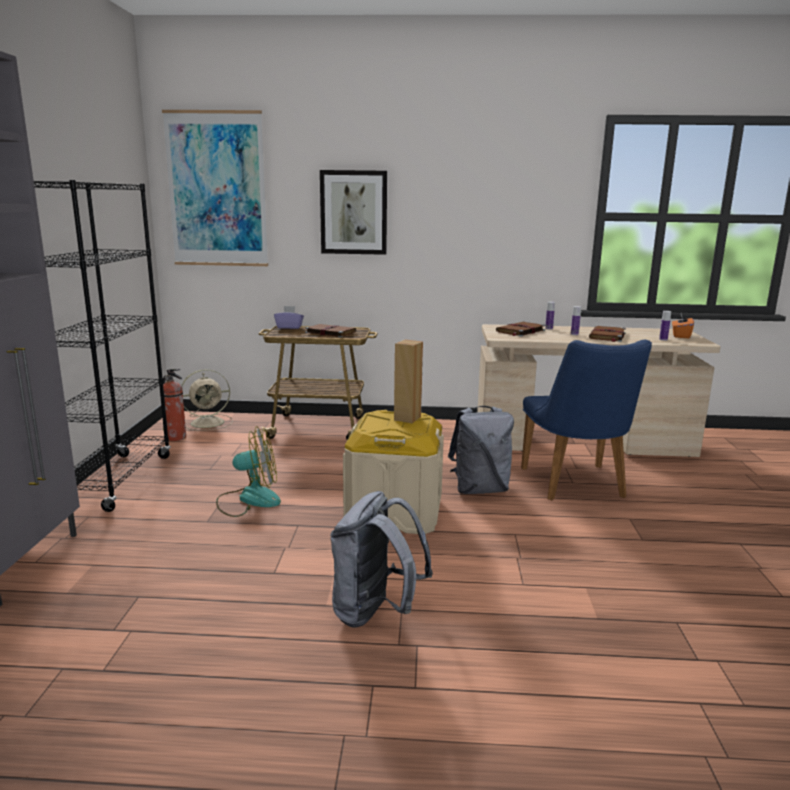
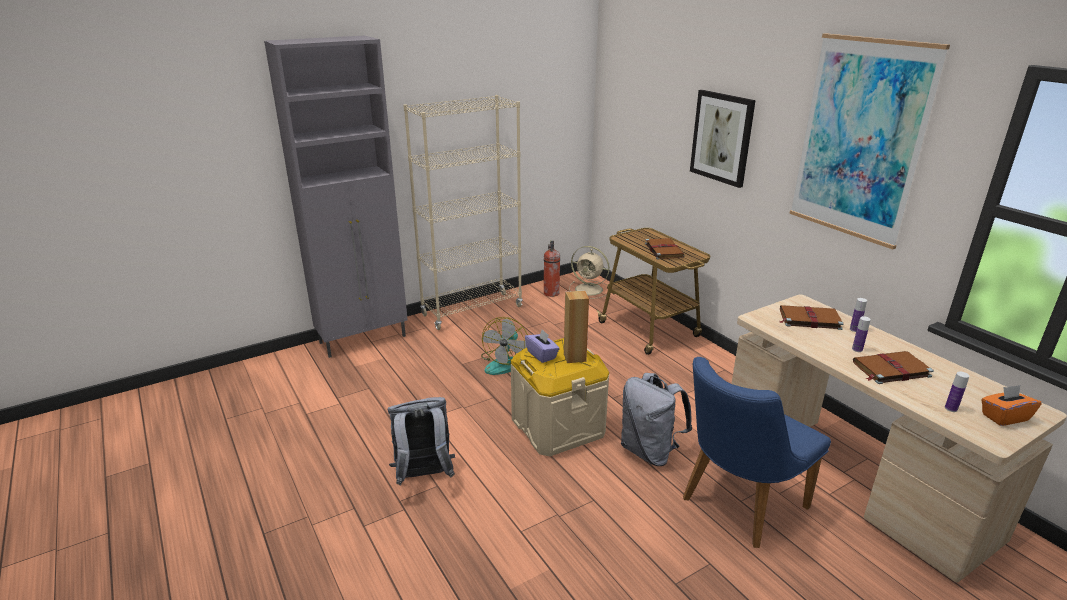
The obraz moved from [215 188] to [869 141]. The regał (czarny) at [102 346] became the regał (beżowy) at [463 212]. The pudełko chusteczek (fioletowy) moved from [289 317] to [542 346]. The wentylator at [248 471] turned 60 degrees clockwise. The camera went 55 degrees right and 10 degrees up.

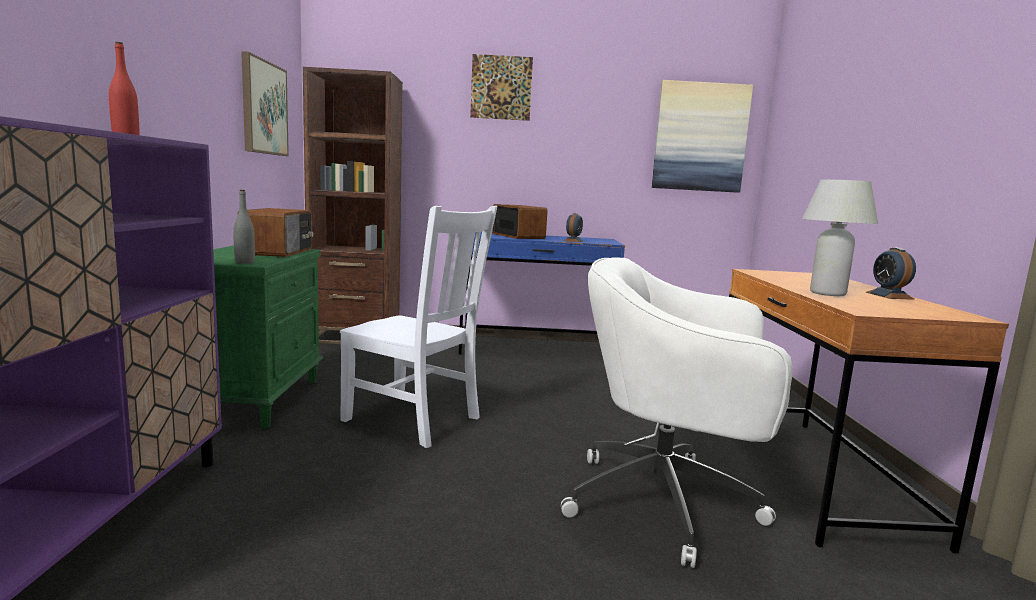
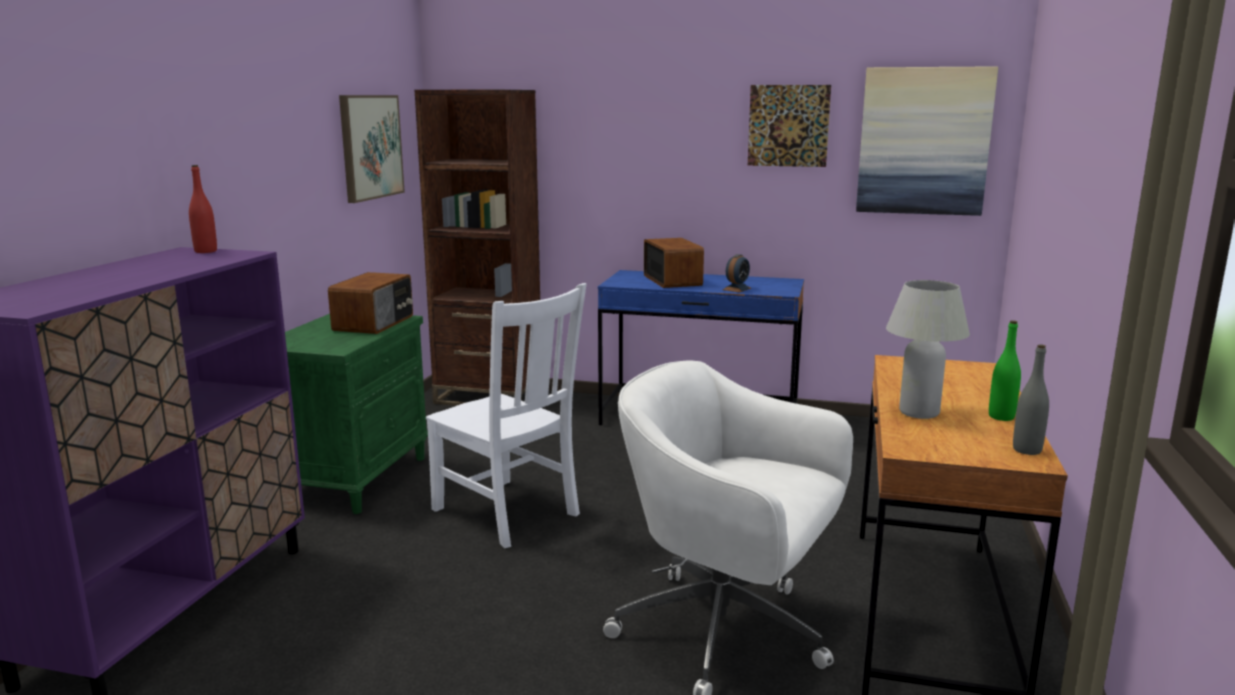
The obraz moved from [501 87] to [789 126]. The butelka (szary) moved from [244 227] to [1031 400]. The budzik at [890 273] was replaced by the butelka (zielony) at [1005 370]. The camera went 15 degrees right and 5 degrees up.

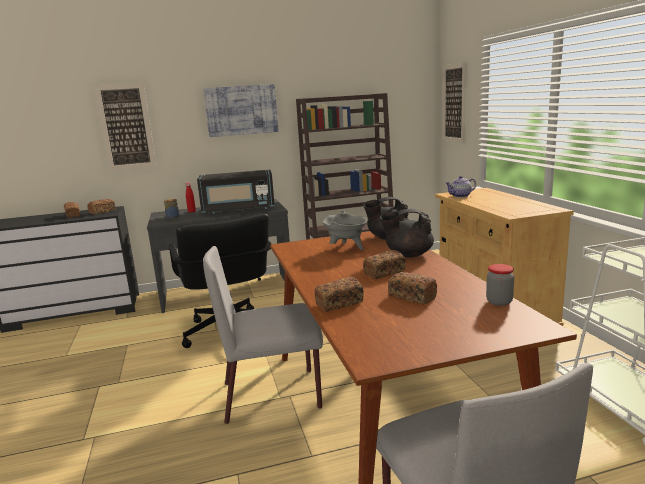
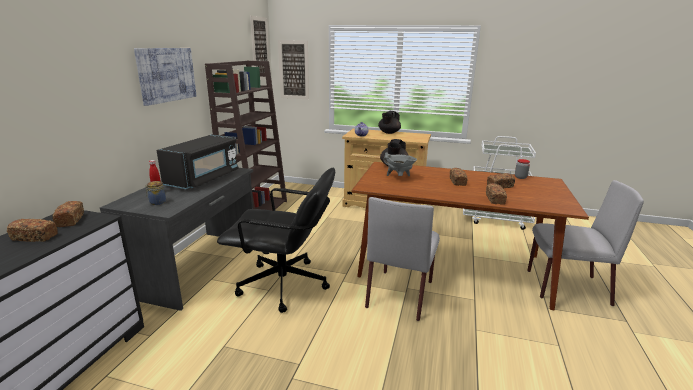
The obraz moved from [125 127] to [260 48]. The imbryk (czarny) moved from [407 233] to [389 122]. The camera went 60 degrees left and 5 degrees up.

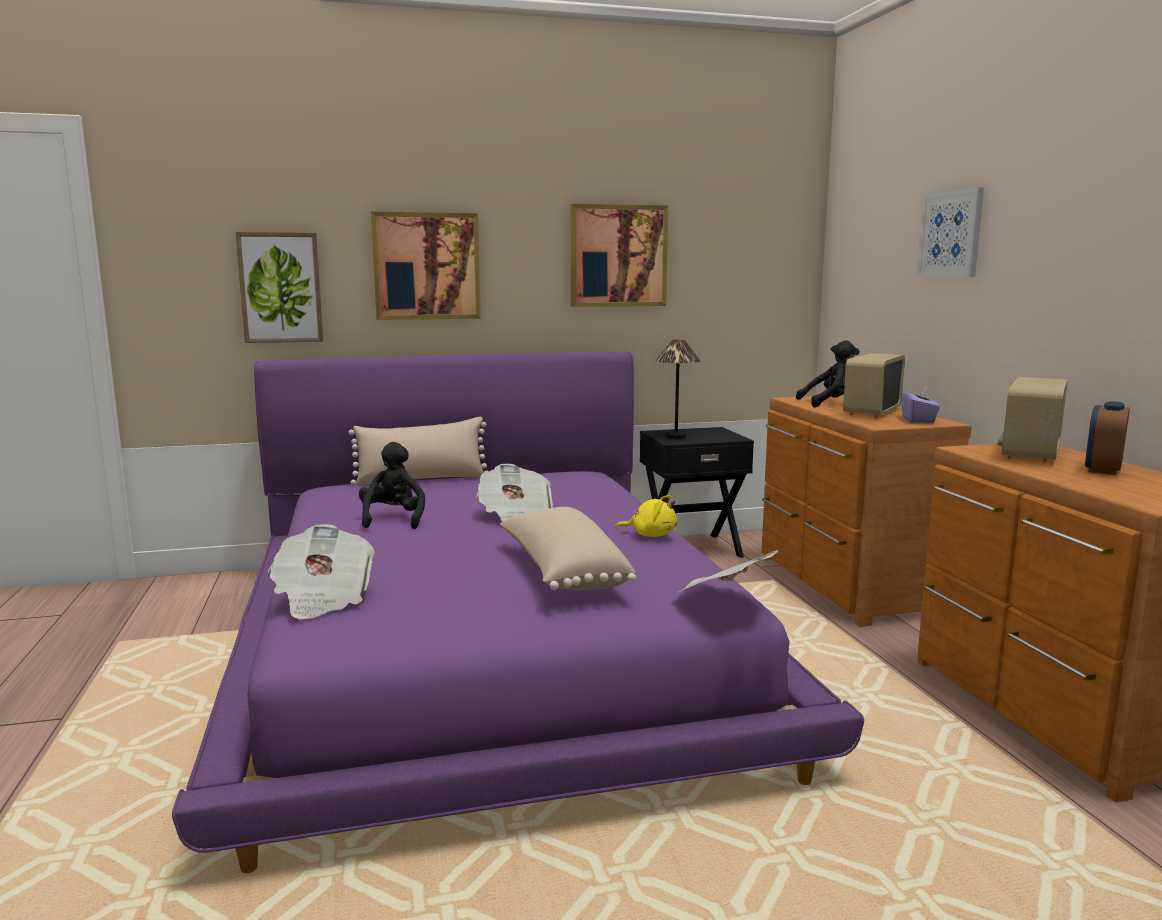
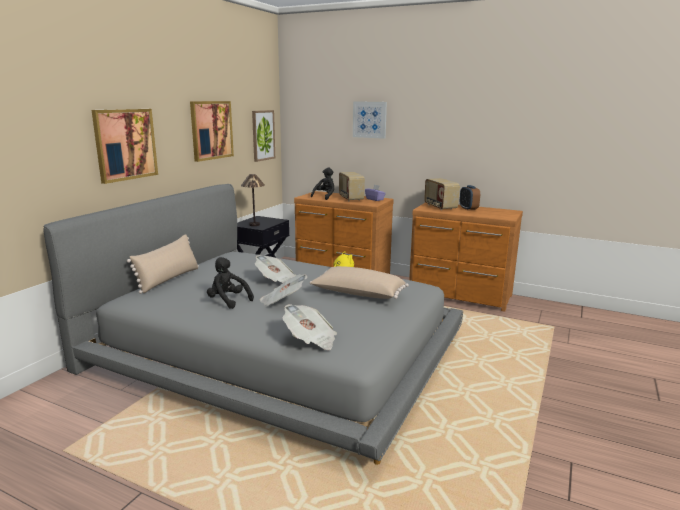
The obraz moved from [279 287] to [263 136]. The łóżko (fioletowy) at [518 612] became the łóżko (szary) at [253 324]. The gazeta moved from [728 571] to [283 290]. The camera went 50 degrees left and 5 degrees up.

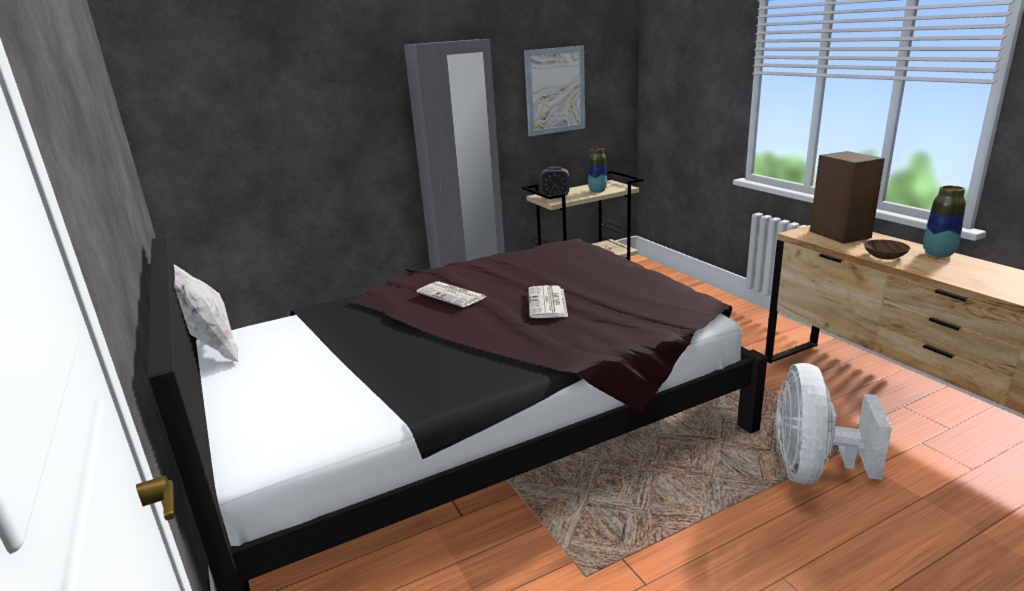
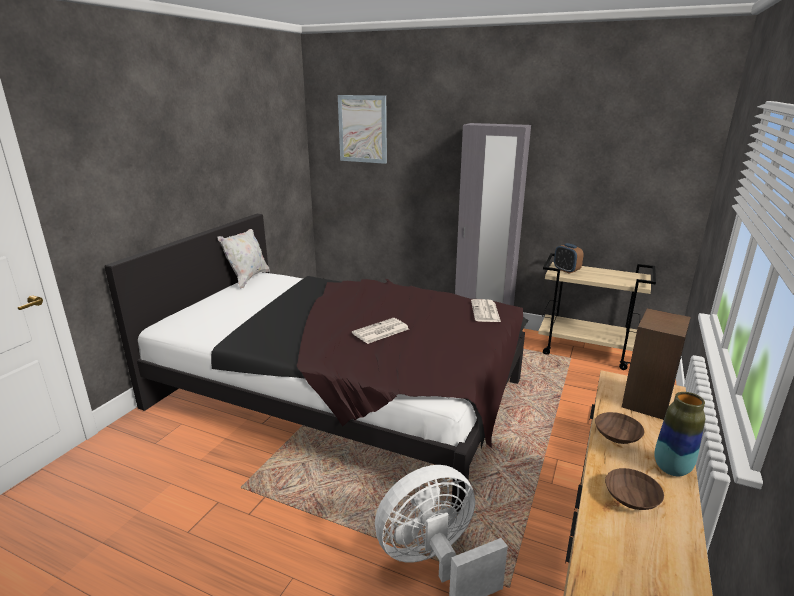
The obraz moved from [554 91] to [362 129]. The wazon at [597 170] disappeared. The gazeta moved from [451 294] to [486 310]. The miska (brązowy) at [634 489] appeared. The camera went 50 degrees right and 0 degrees up.

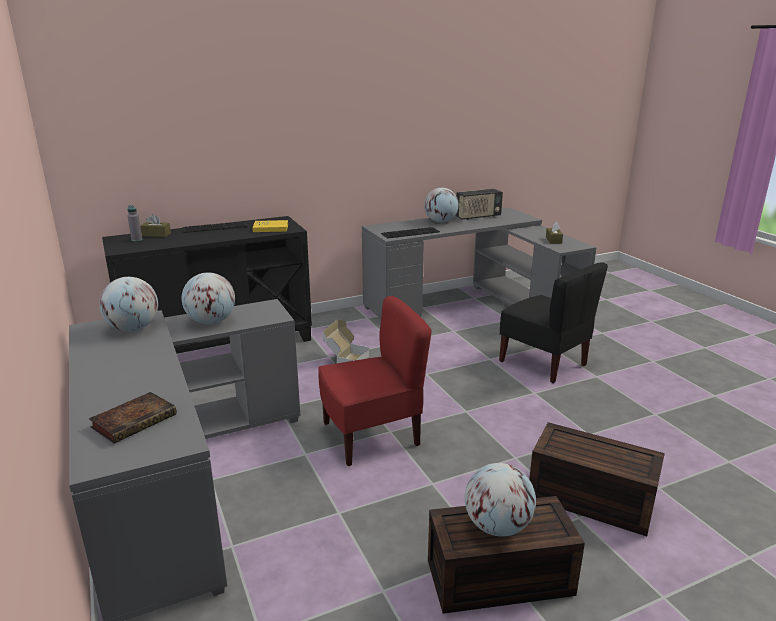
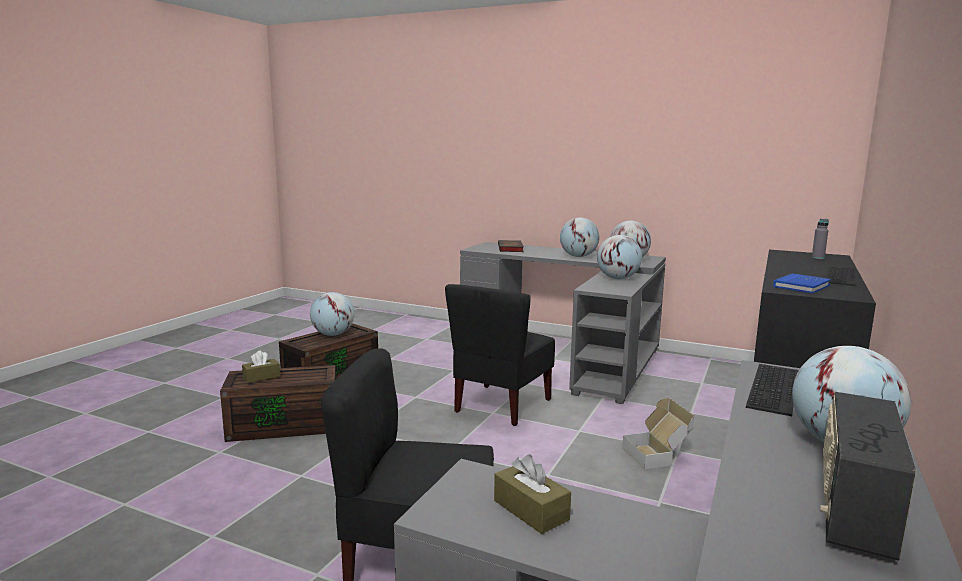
The pudełko chusteczek (brązowy) moved from [155 225] to [261 366]. The książka (żółty) at [270 226] became the książka (niebieski) at [802 283]. The krzesło (czerwony) at [375 381] became the krzesło (czarny) at [500 355]. The globus at [580 237] appeared. The camera went 140 degrees right and 10 degrees down.

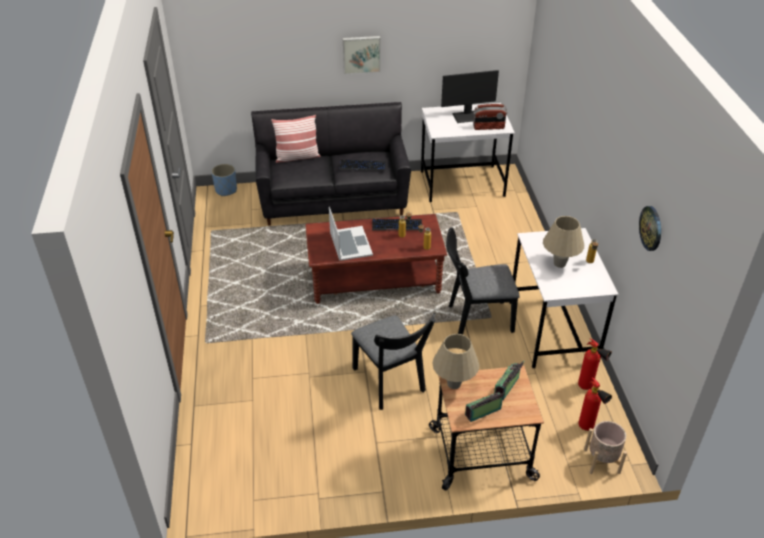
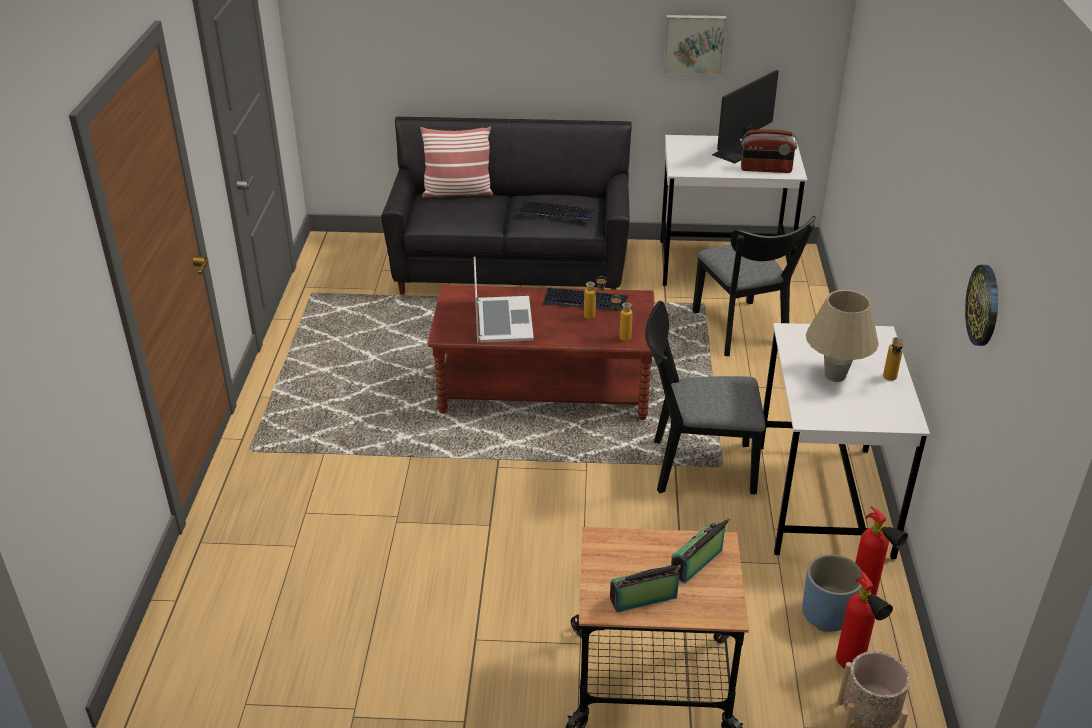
The obraz moved from [361 55] to [695 45]. The monitor at [470 96] turned 135 degrees clockwise. The donica (niebieski) moved from [224 180] to [832 593]. The krzesło (czarny) moved from [393 361] to [754 286]. The lampa stołowa (beżowy) at [455 361] disappeared. The camera went 10 degrees right and 5 degrees down.

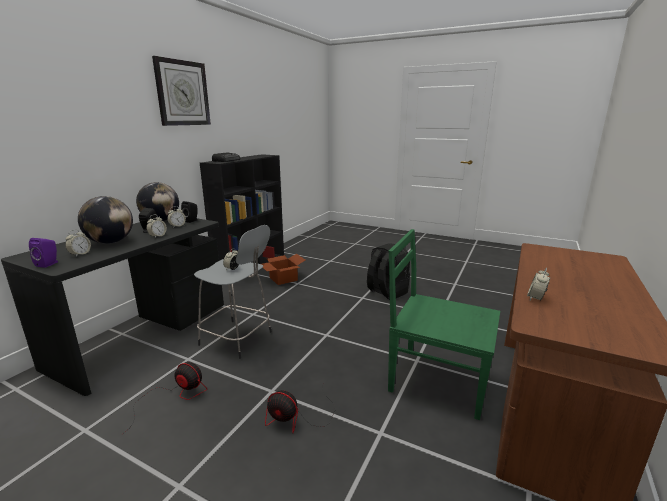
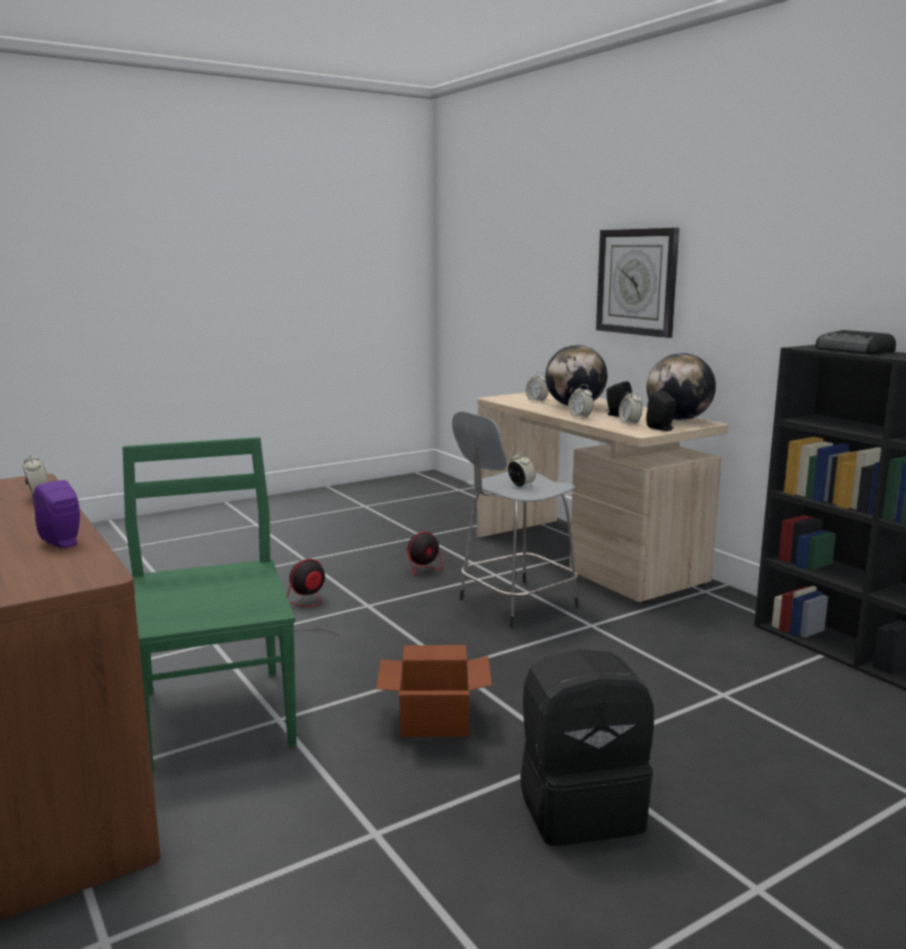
The zegar ścienny moved from [181 91] to [637 283]. The biurko (czarny) at [112 307] became the biurko (beżowy) at [602 497]. The krzesło (zielony) at [444 324] turned 75 degrees counterclockwise. The głośnik (fioletowy) moved from [43 253] to [57 514]. The karton moved from [283 269] to [434 691]. The camera went 120 degrees right and 5 degrees down.

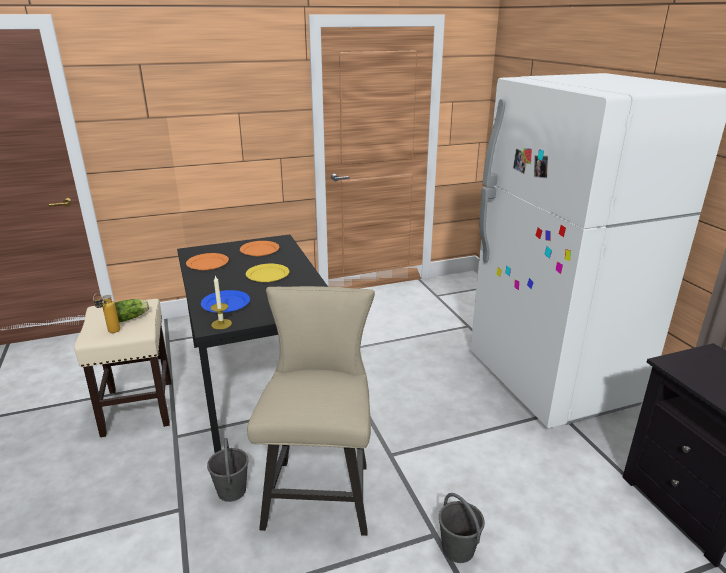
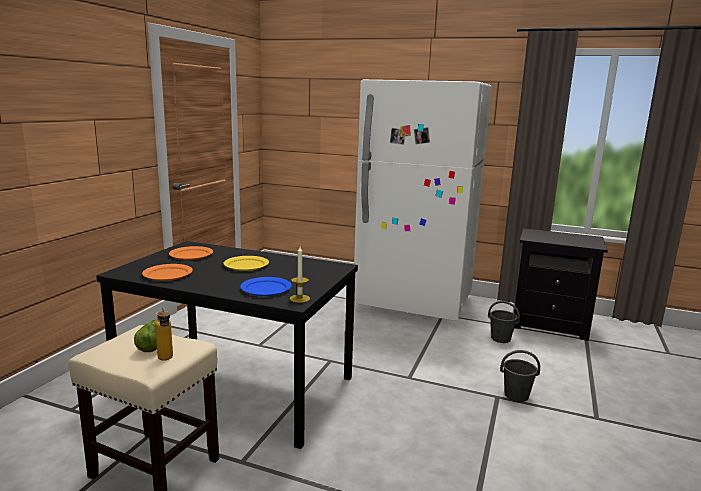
The krzesło (beżowy) at [311 411] disappeared. The wiadro (szary) moved from [228 470] to [504 322]. The camera went 50 degrees left and 10 degrees down.

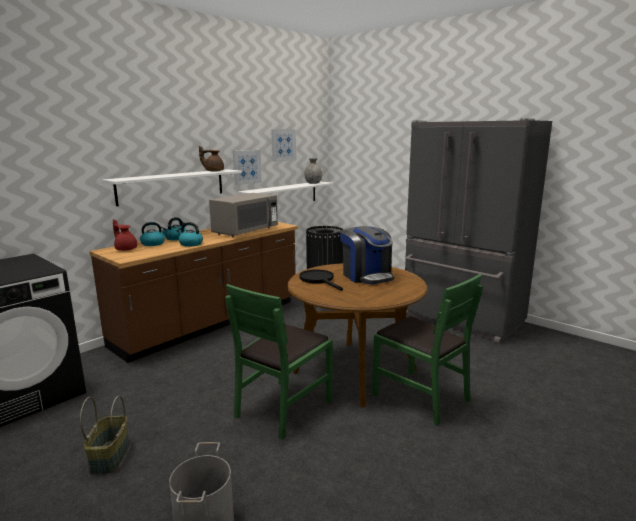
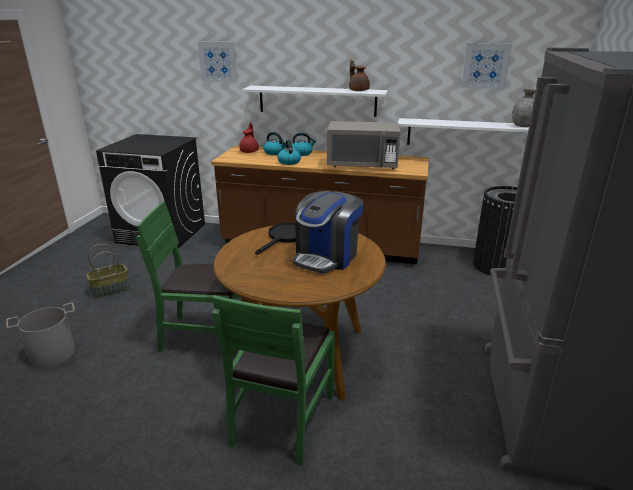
The obraz moved from [247 167] to [217 62]. The camera went 60 degrees right and 10 degrees up.

